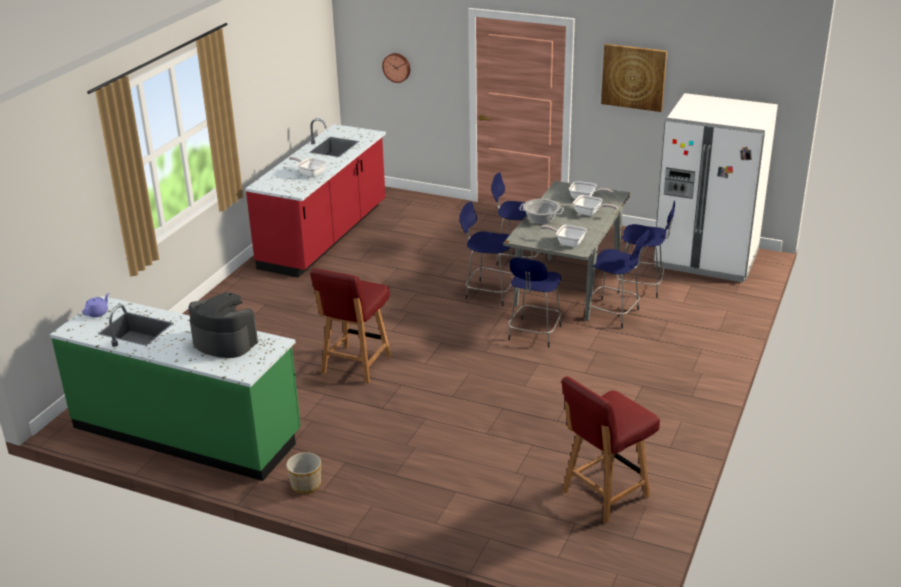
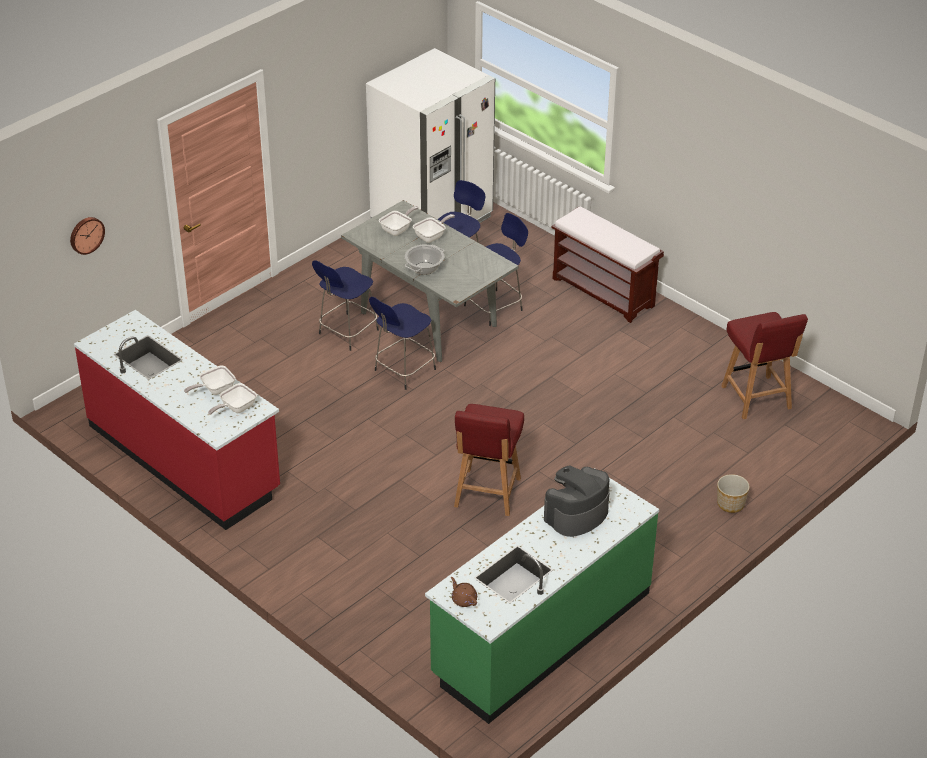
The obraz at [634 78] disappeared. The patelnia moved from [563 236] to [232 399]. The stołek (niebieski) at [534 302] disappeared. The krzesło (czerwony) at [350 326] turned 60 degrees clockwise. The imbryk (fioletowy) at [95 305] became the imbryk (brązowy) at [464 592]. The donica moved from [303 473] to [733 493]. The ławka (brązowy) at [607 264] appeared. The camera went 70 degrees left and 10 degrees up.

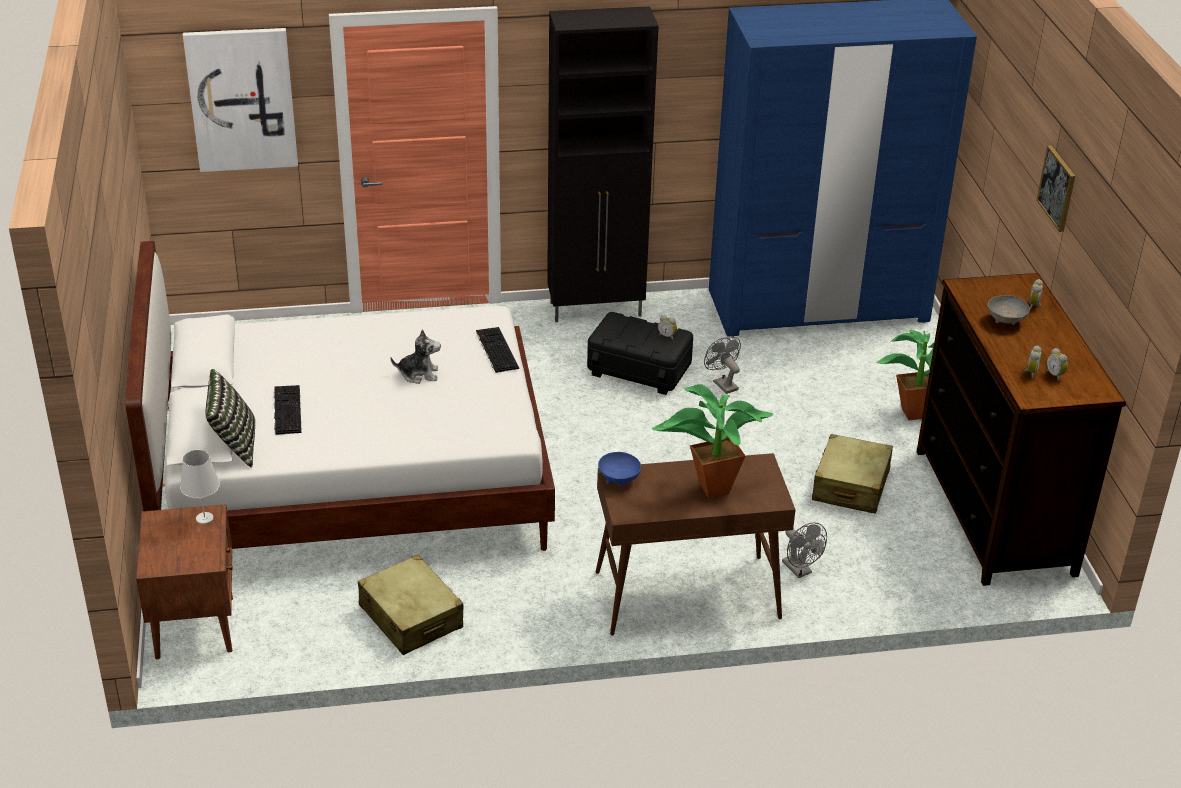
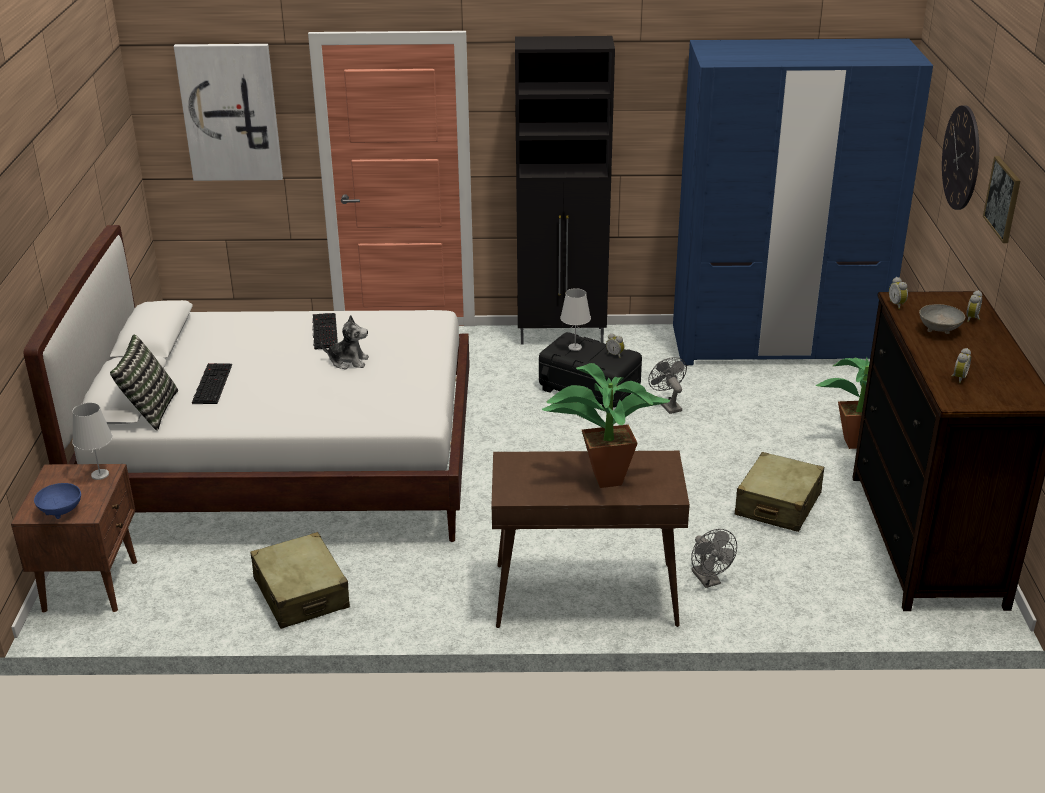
The klawiatura moved from [497 350] to [325 331]. The budzik moved from [1057 364] to [898 293]. The miska (niebieski) moved from [619 469] to [57 501]. The zegar ścienny at [960 157] appeared. The lampa stołowa (biały) at [575 319] appeared. The camera went 10 degrees right and 5 degrees down.

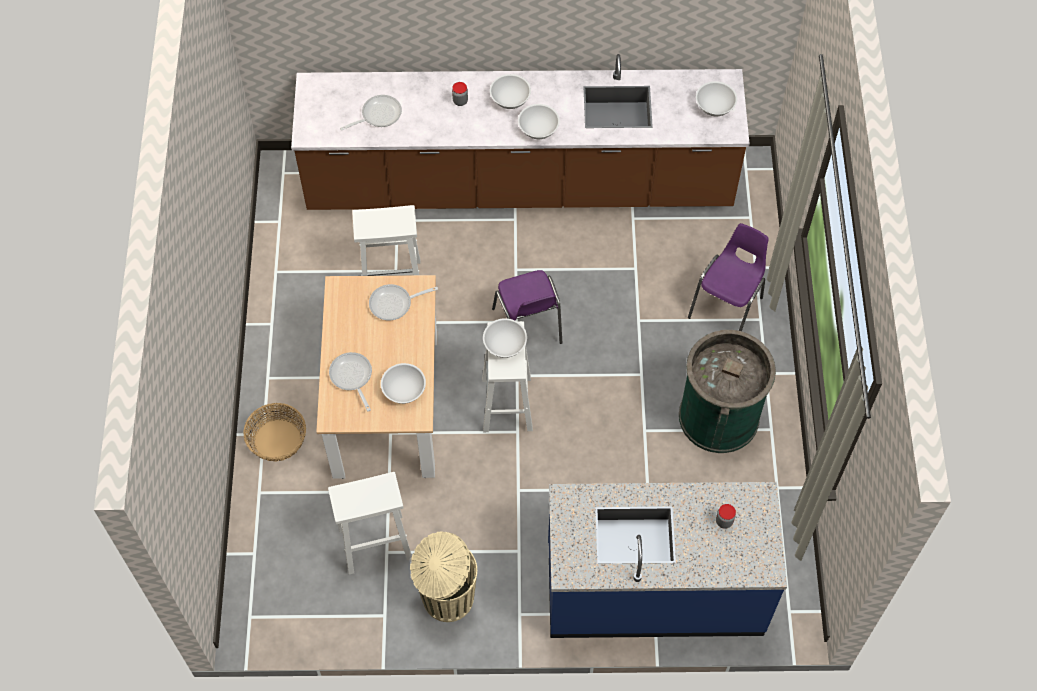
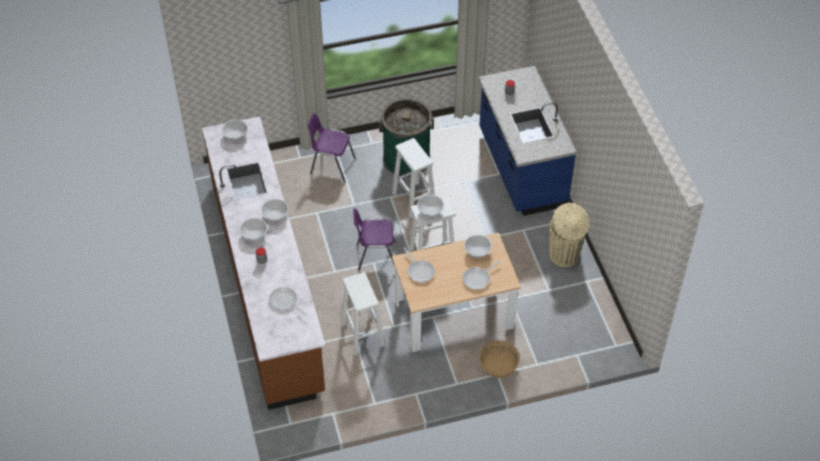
The krzesło (fioletowy) at [527 307] turned 150 degrees counterclockwise. The stołek (biały) moved from [370 523] to [413 178]. The camera went 105 degrees left and 10 degrees down.

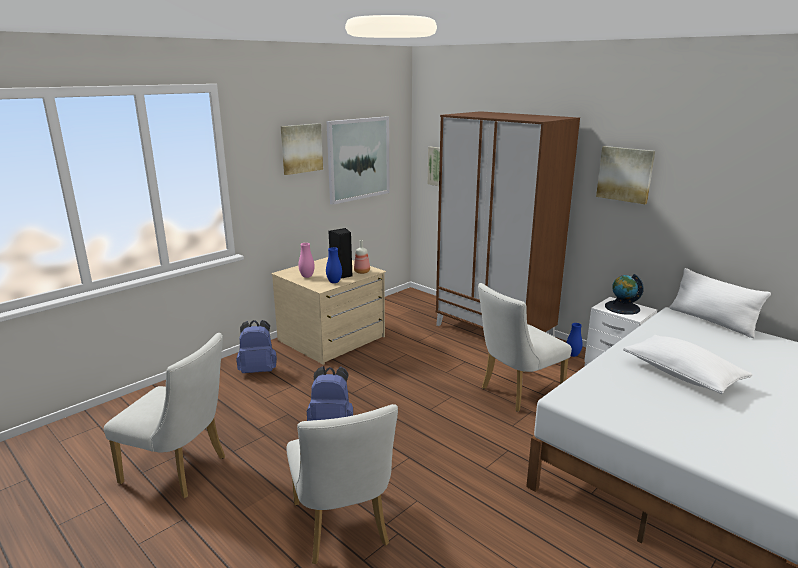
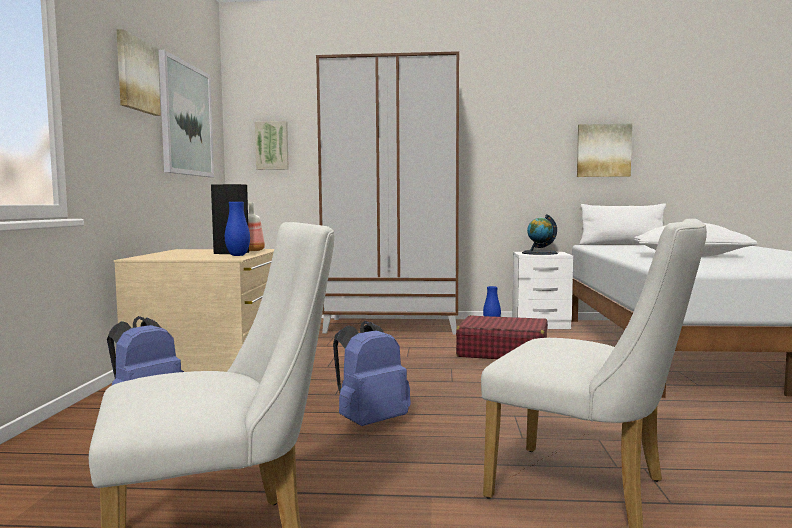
The obraz moved from [625 175] to [604 150]. The wazon (różowy) at [306 260] disappeared. The krzesło (biały) at [525 347] was replaced by the walizka (czerwony) at [502 337]. The camera went 40 degrees left and 15 degrees down.

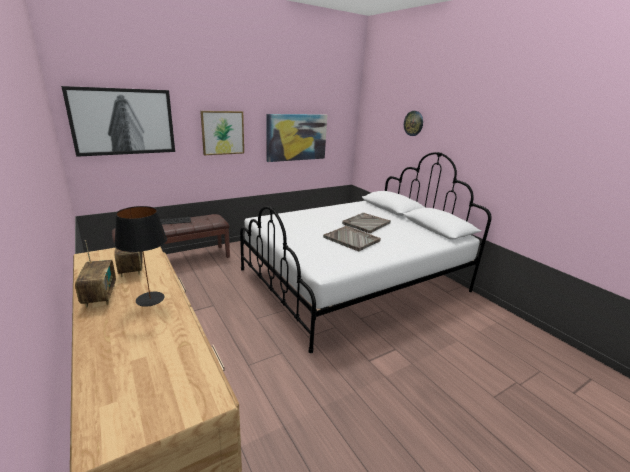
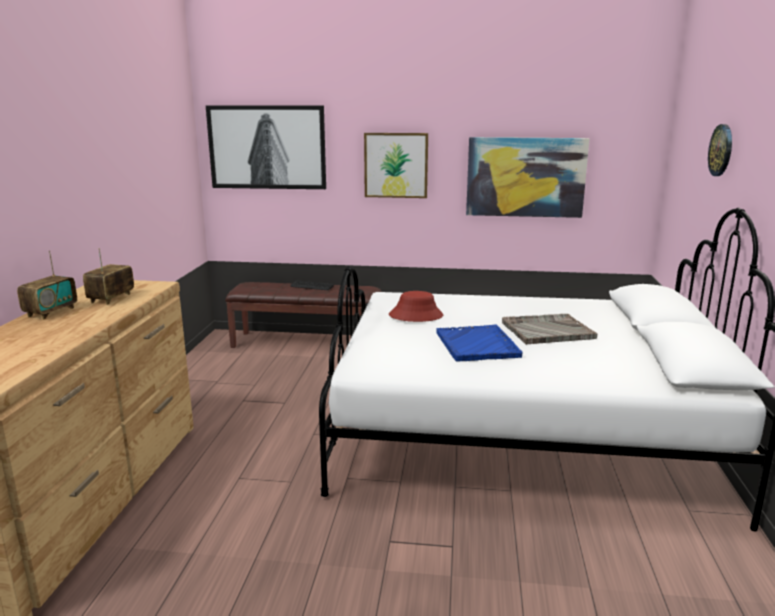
The lampa stołowa (czarny) at [140 256] disappeared. The taca (szary) at [352 238] became the taca (niebieski) at [479 343]. The kapelusz (czerwony) at [416 306] appeared. The camera went 40 degrees right and 5 degrees down.

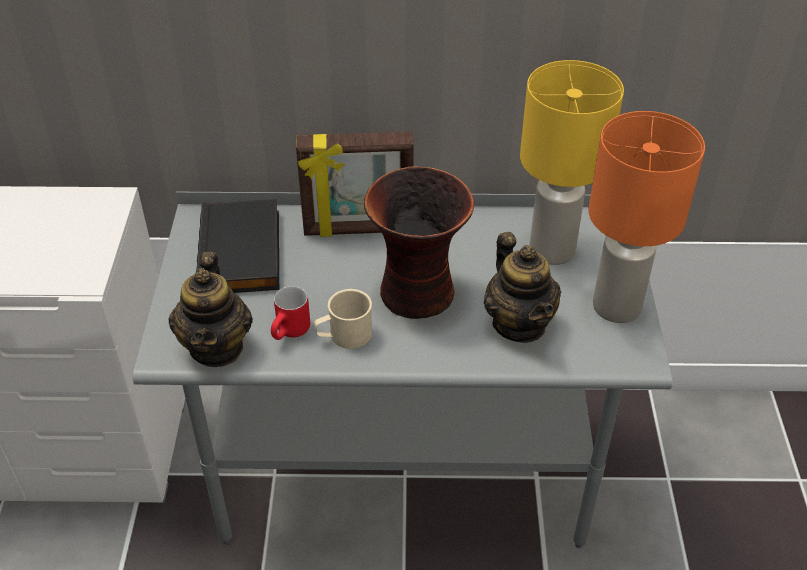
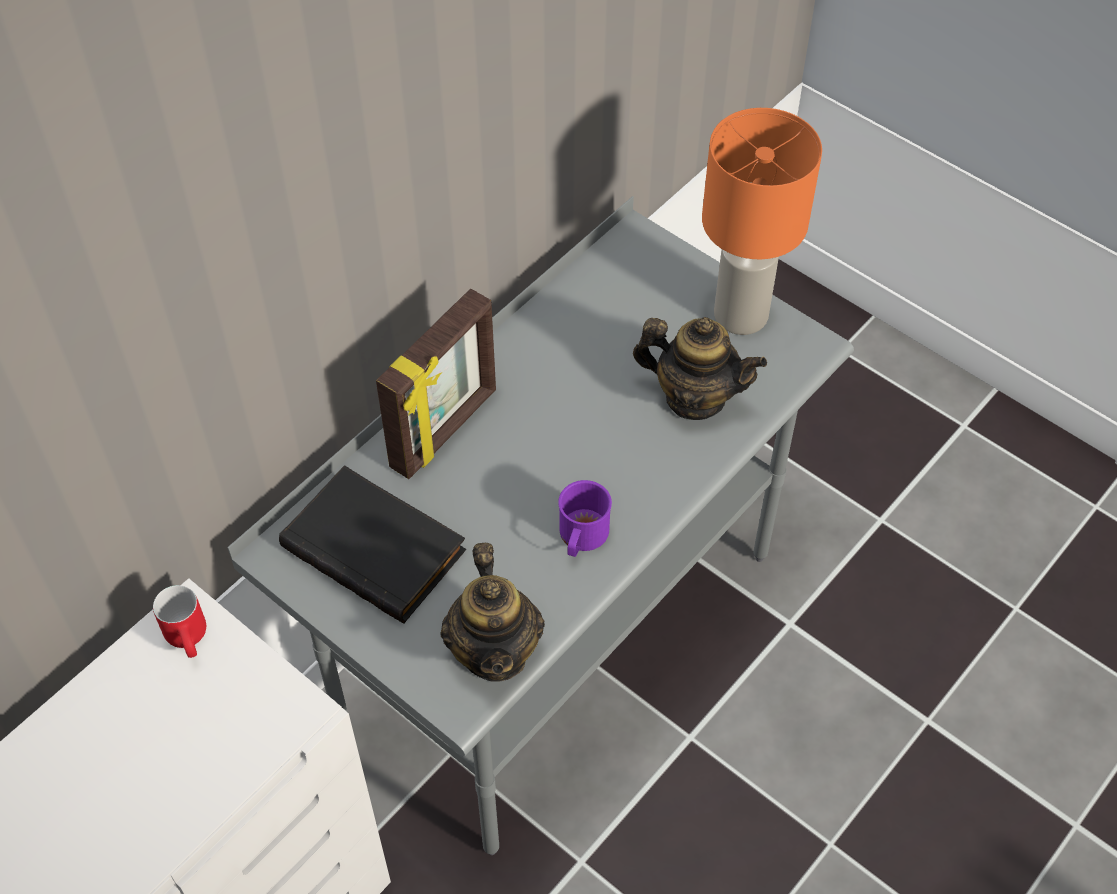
The lampa stołowa (żółty) at [572 162] disappeared. The wazon at [419 242] disappeared. The imbryk at [210 309] turned 45 degrees clockwise. The kubek (czerwony) moved from [290 313] to [179 621]. The kubek (beżowy) at [343 319] became the kubek (fioletowy) at [585 518]. The camera went 50 degrees left and 10 degrees up.

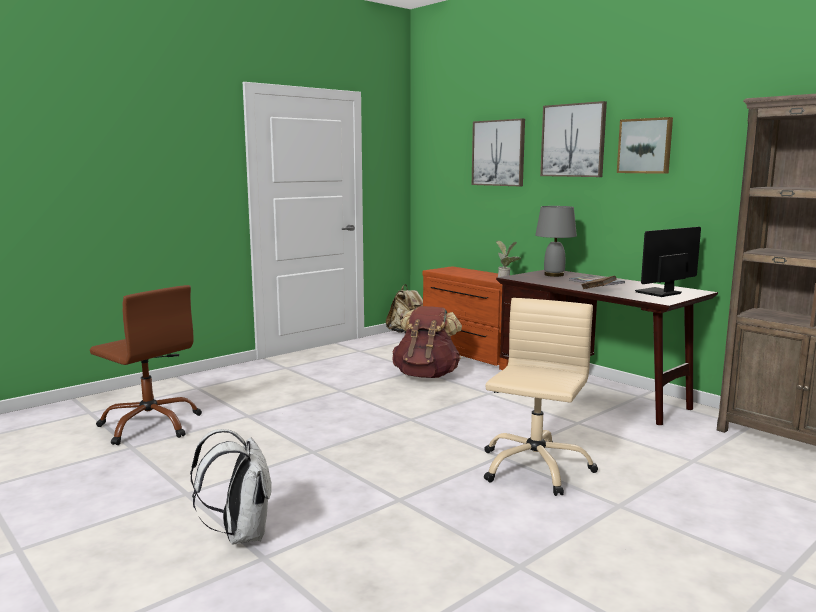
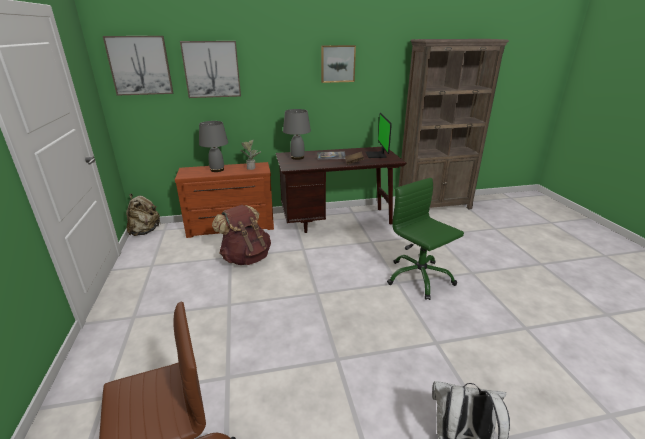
The obraz moved from [573 139] to [138 66]. The krzesło biurowe (beżowy) at [541 397] became the krzesło biurowe (zielony) at [425 239]. The lampa stołowa (szary) at [213 146] appeared. The camera went 60 degrees left and 15 degrees up.

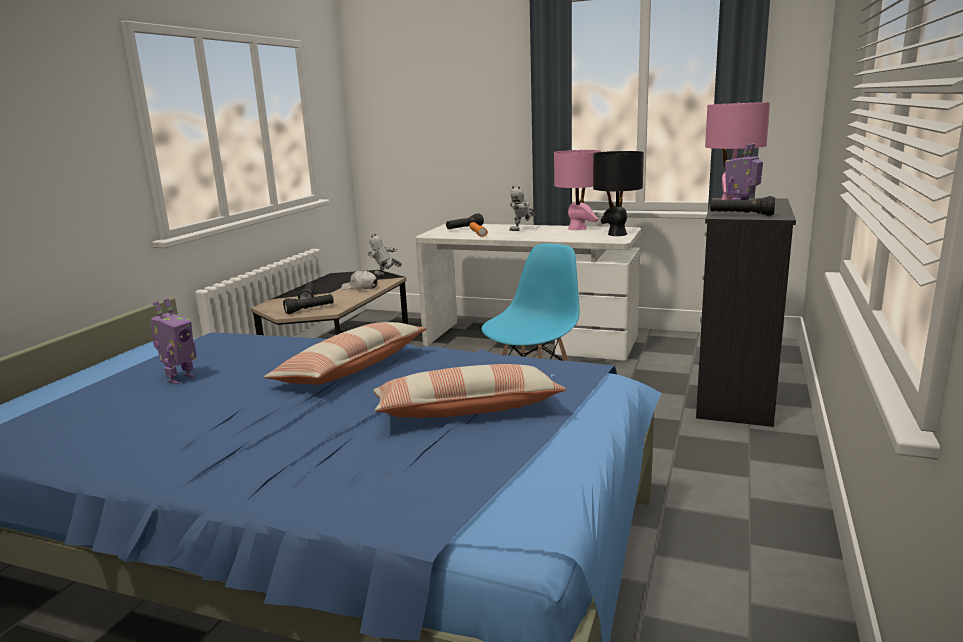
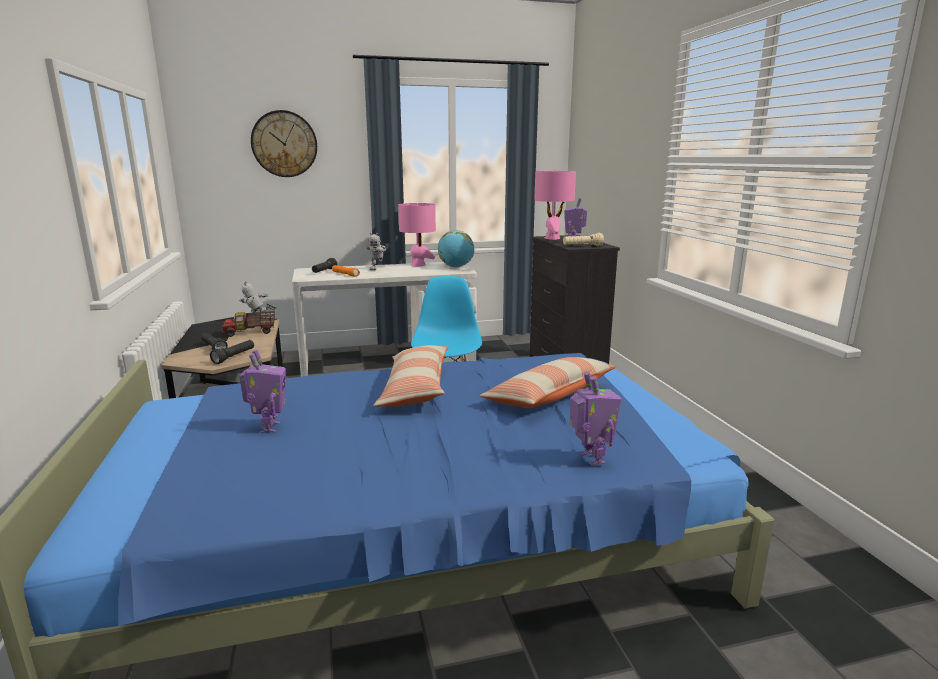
The lampa stołowa (czarny) at [618 193] was replaced by the globus at [456 249]. The latarka (czarny) at [742 206] became the latarka (beżowy) at [583 239]. The czapka z daszkiem (biały) at [359 280] was replaced by the ciężarówka zabawkowa at [248 324]. The zegar ścienny at [284 143] appeared. The robot zabawkowy at [596 419] appeared. The camera went 35 degrees left and 0 degrees up.

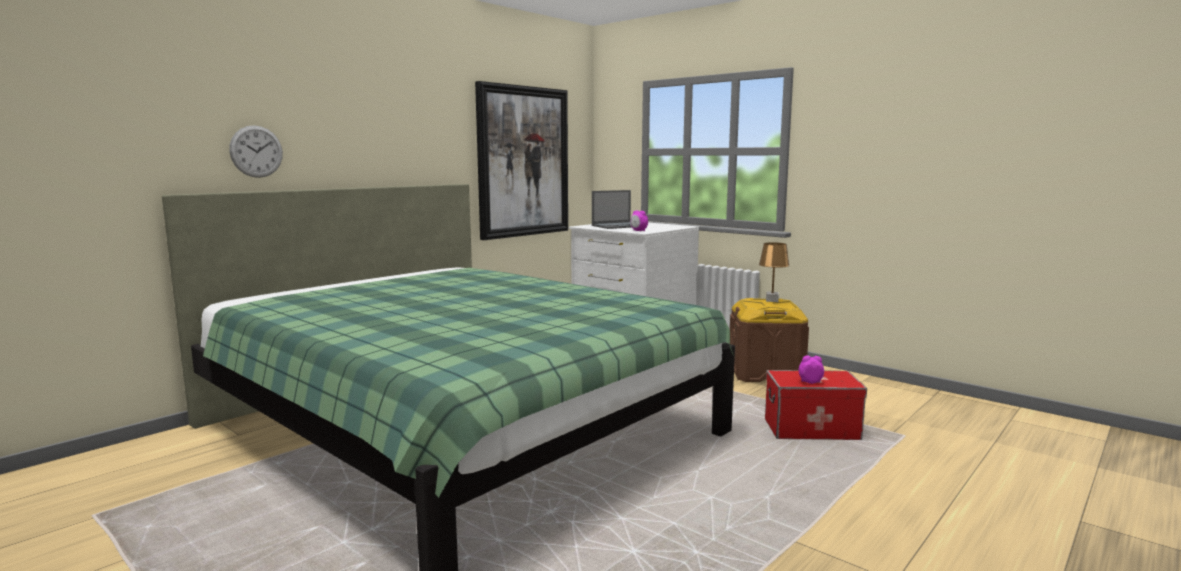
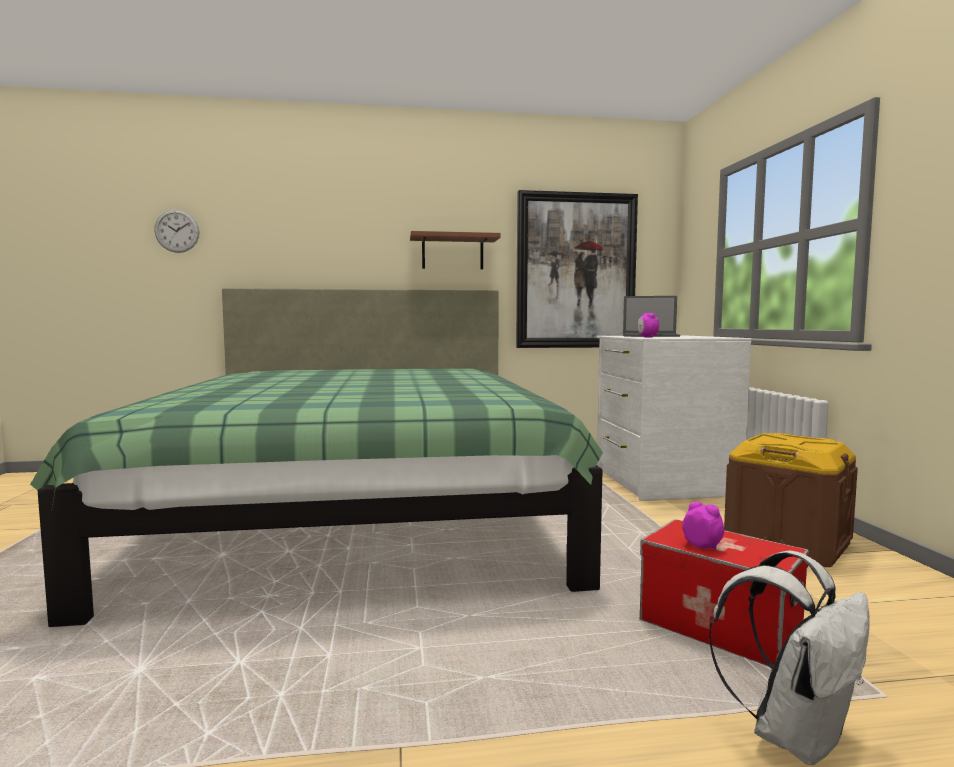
The zegar ścienny moved from [256 151] to [176 231]. The lampa stołowa (brązowy) at [774 272] disappeared. The półka (brązowy) at [455 250] appeared. The plecak (biały) at [789 657] appeared. The camera went 40 degrees right and 5 degrees down.

